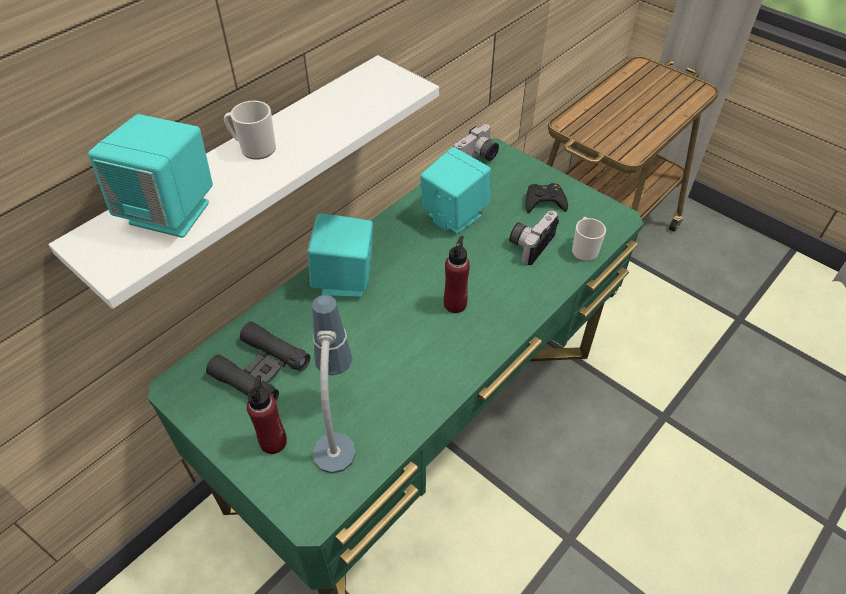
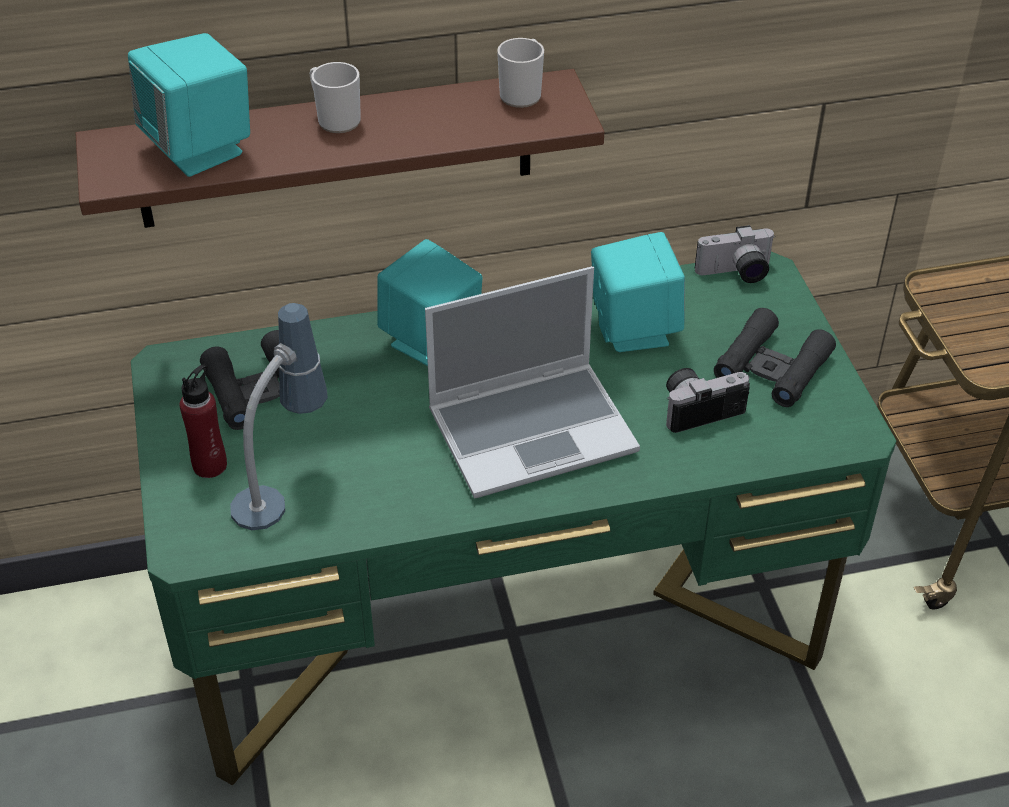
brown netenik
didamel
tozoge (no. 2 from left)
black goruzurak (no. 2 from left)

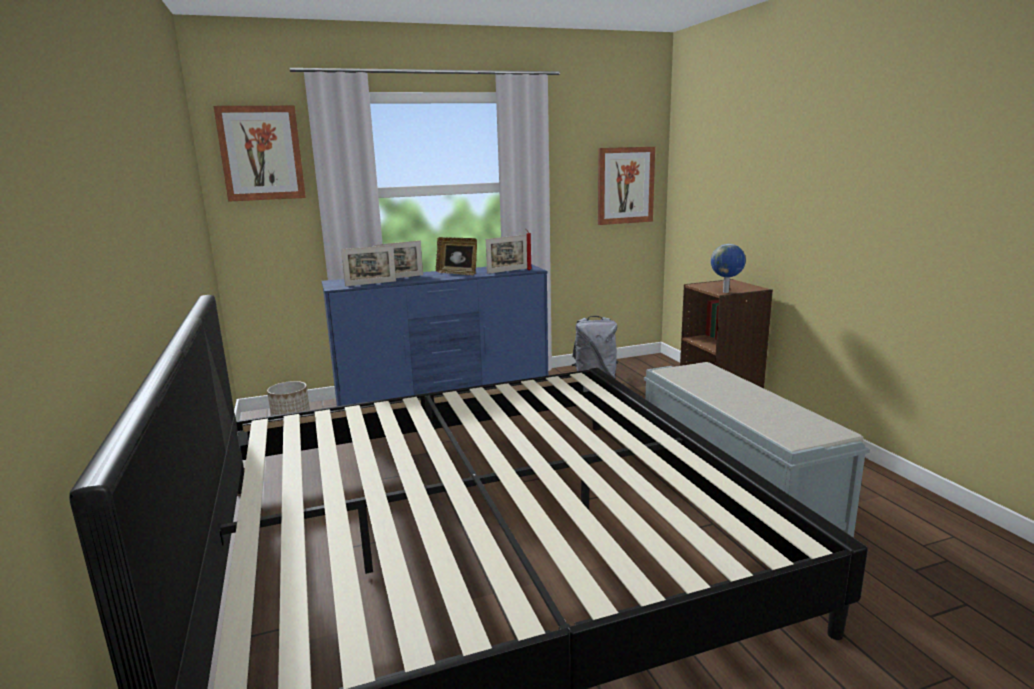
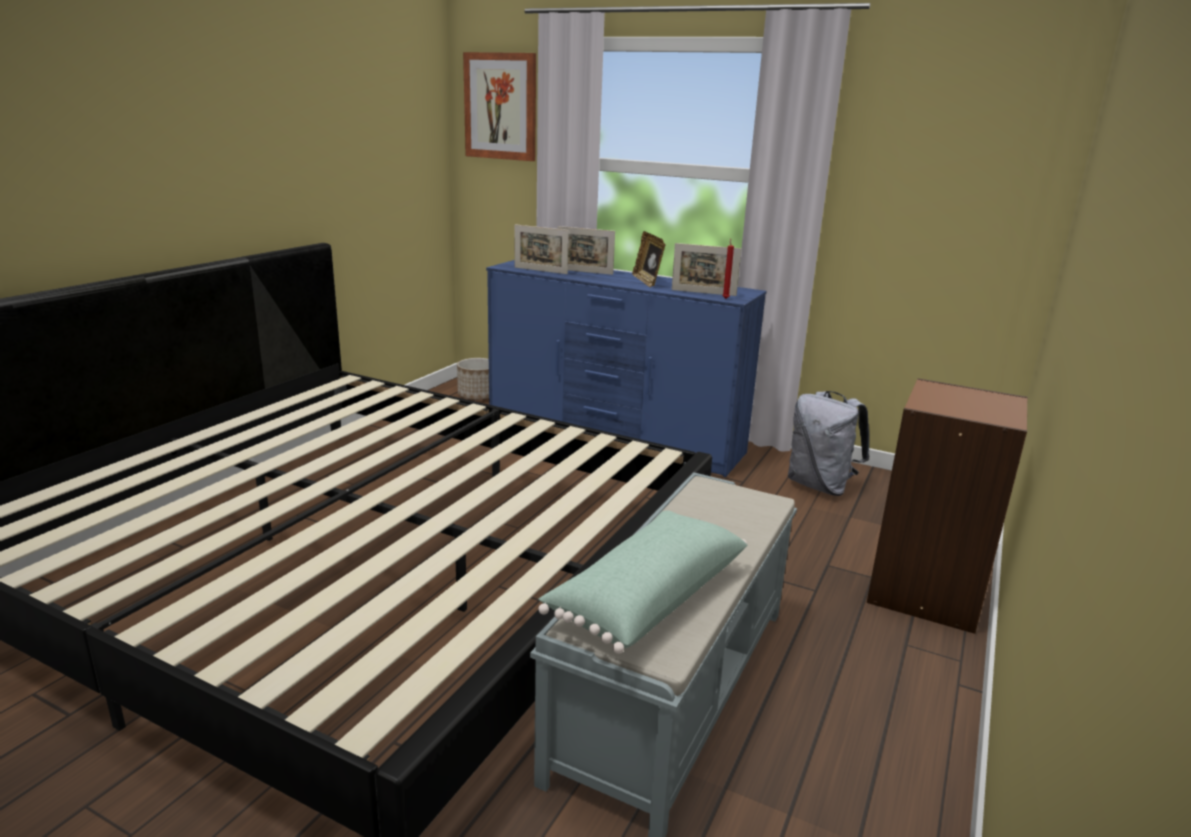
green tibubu
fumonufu (no. 2 from left in the first image)
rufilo

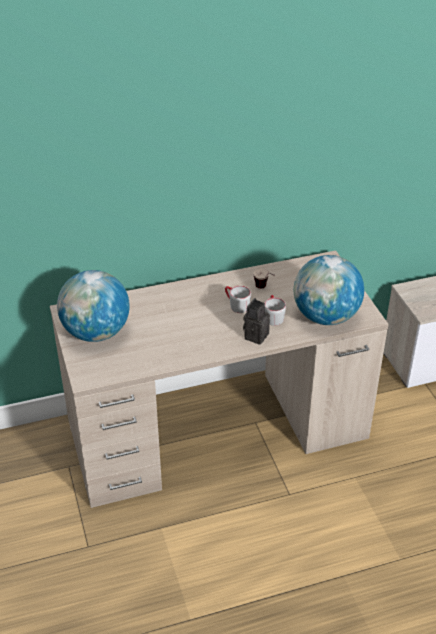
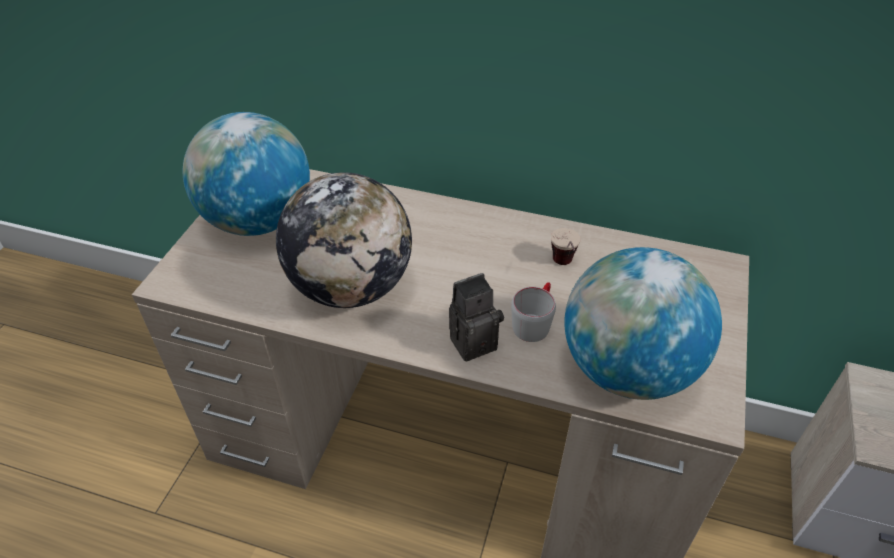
rufilo (no. 2 from left)
grey tozoge (no. 1 from left in the first image)

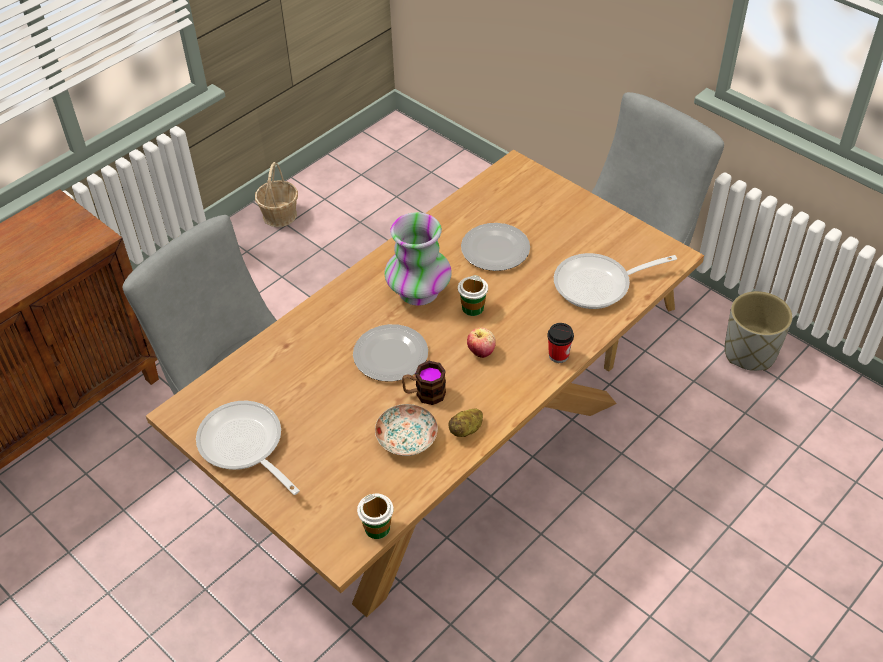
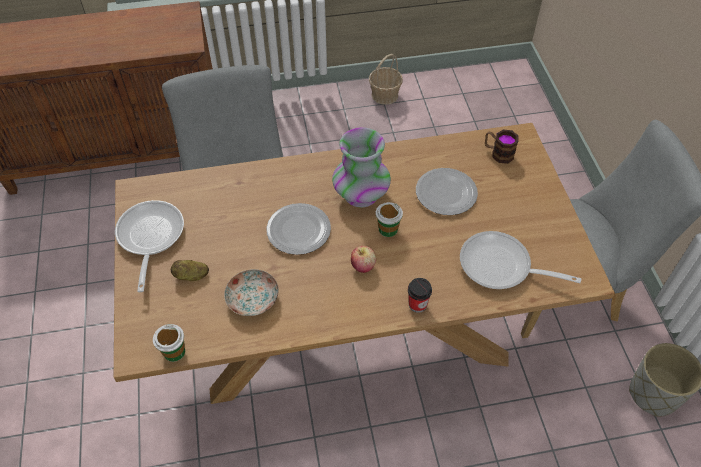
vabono
tozoge

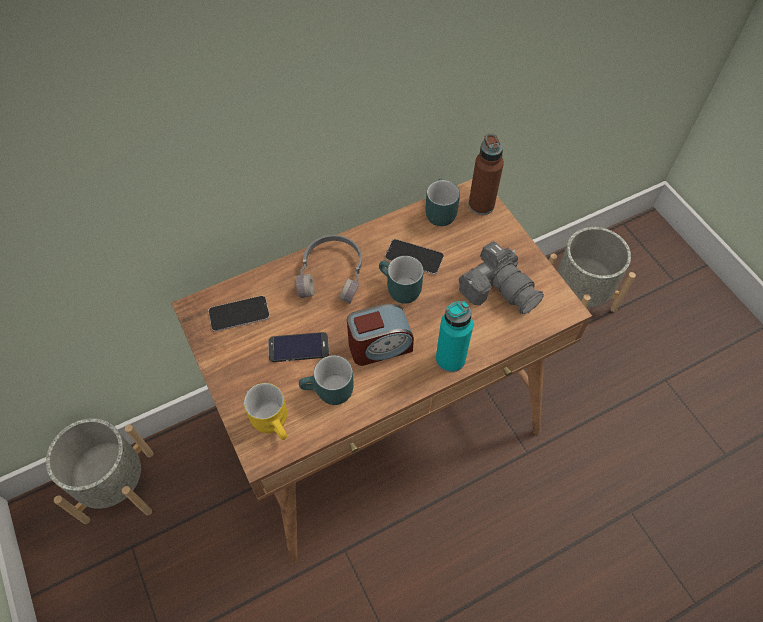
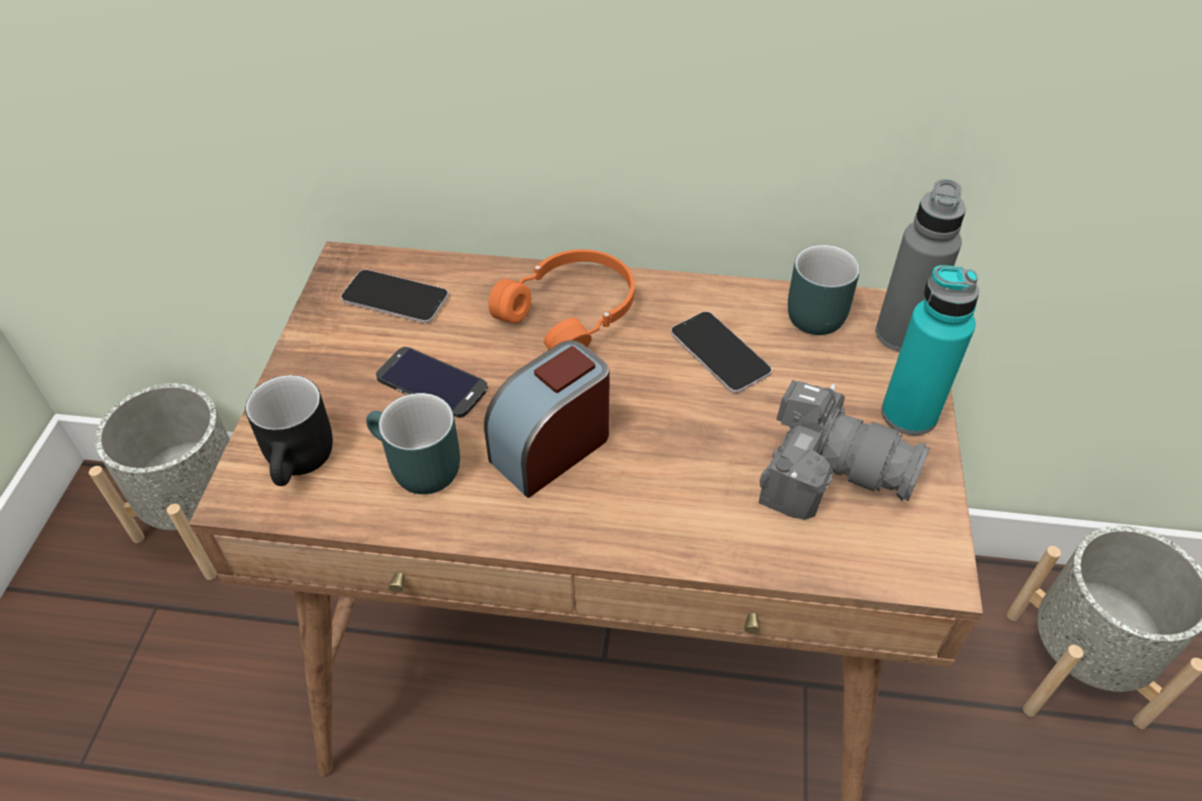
black tozoge
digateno
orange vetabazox
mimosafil
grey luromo
turquoise luromo
turquoise tozoge (no. 2 from left in the first image)

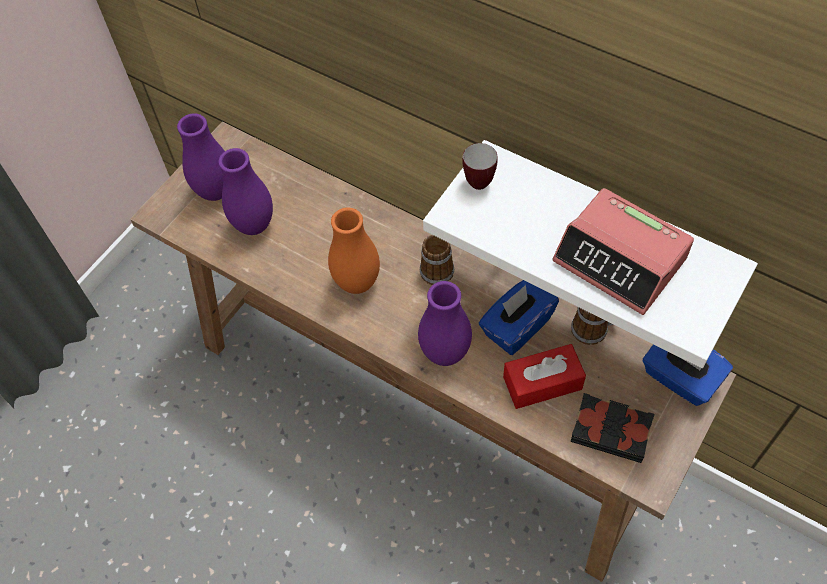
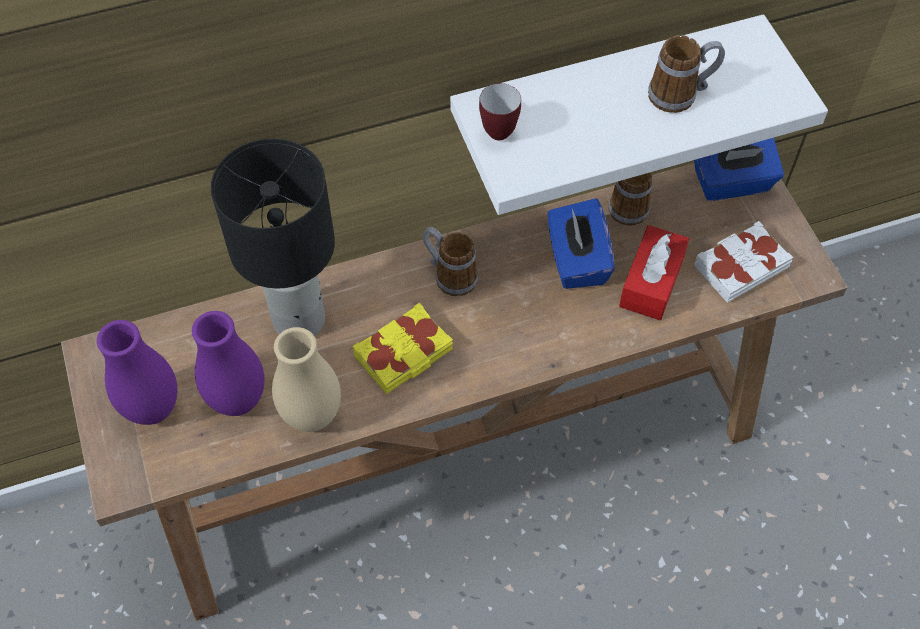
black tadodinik
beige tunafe
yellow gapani
tozoge (no. 4 from left)
white gapani
purple tunafe (no. 3 from left in the first image)

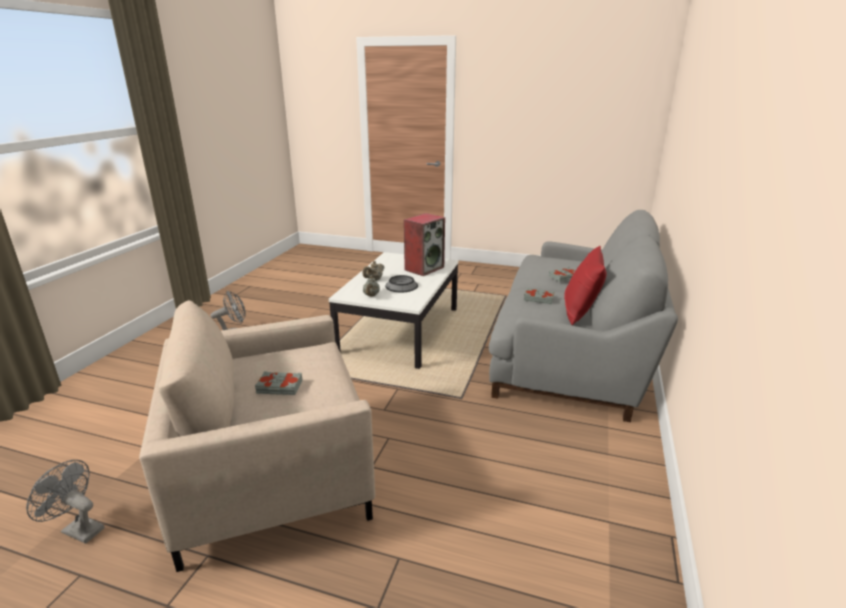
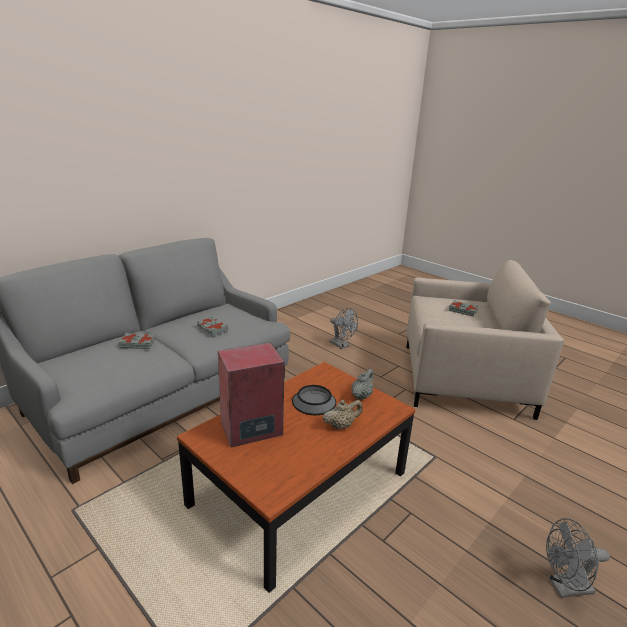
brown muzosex
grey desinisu (no. 1 from left)
red tibubu

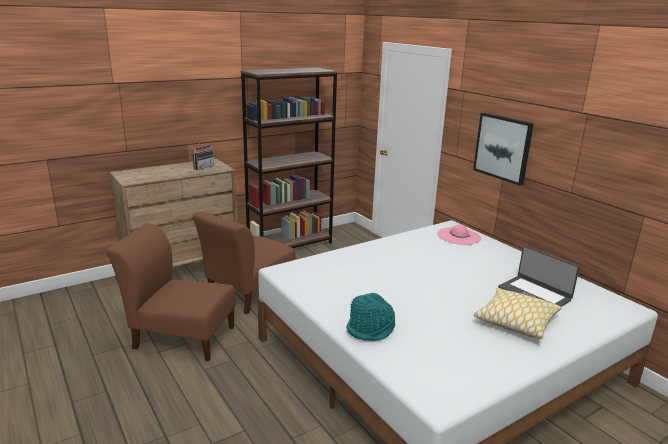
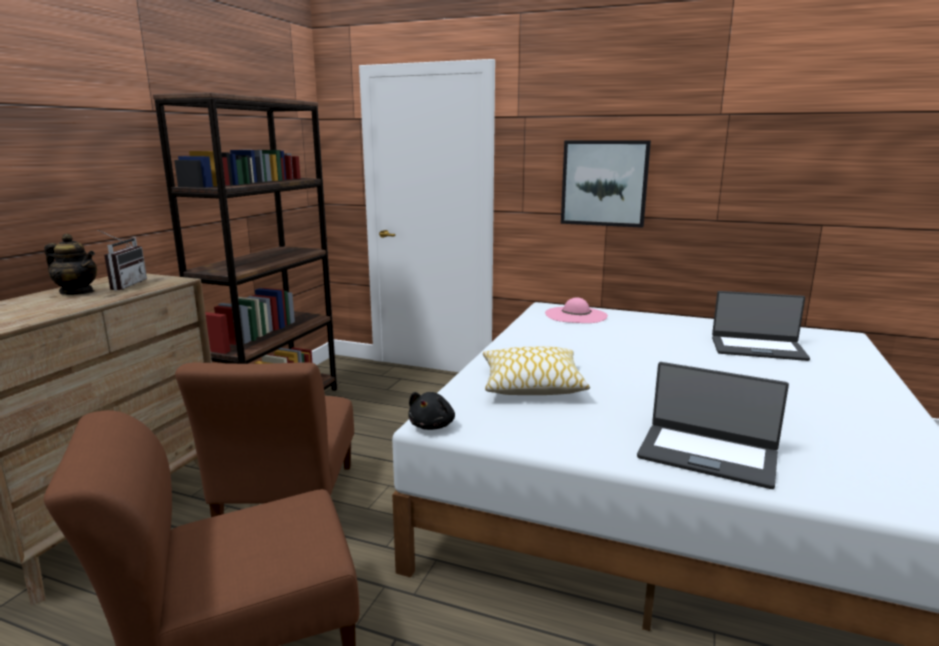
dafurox
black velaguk
tibubu
didamel (no. 1 from left)

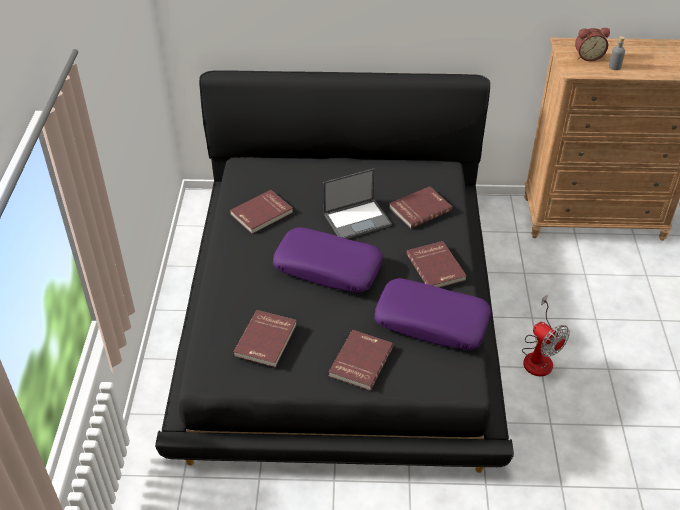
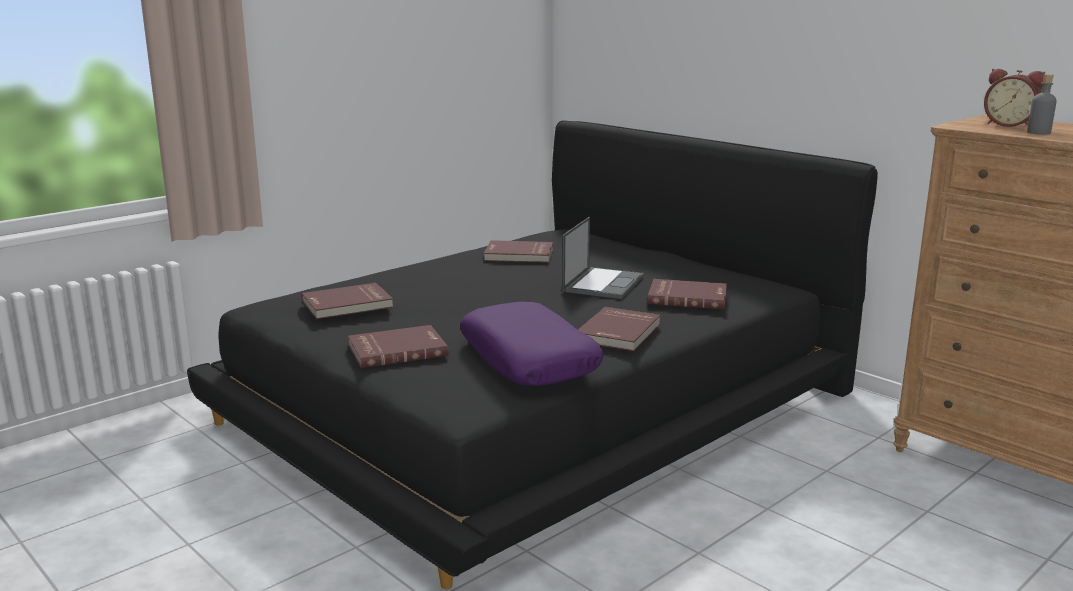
didamel
purple tibubu (no. 1 from left in the first image)
desinisu

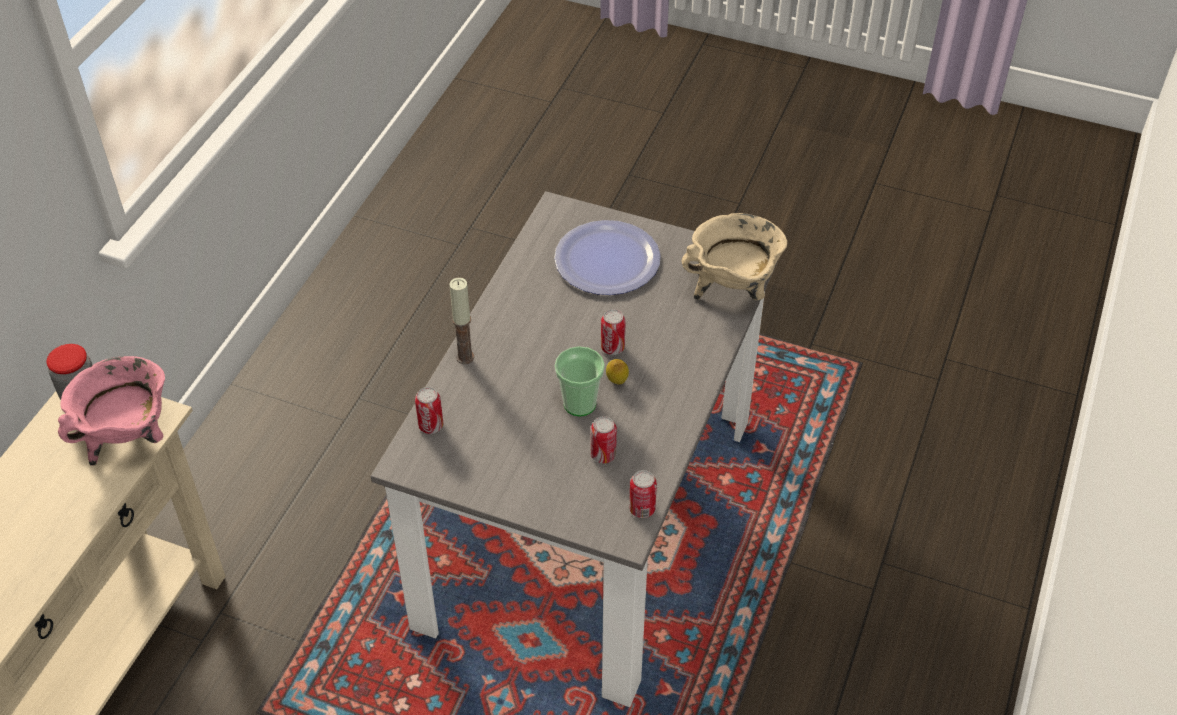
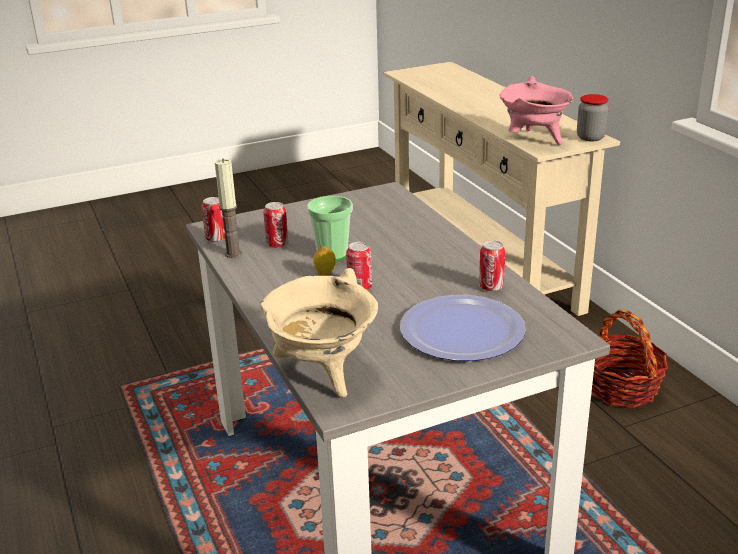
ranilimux
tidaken (no. 4 from left)
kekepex

